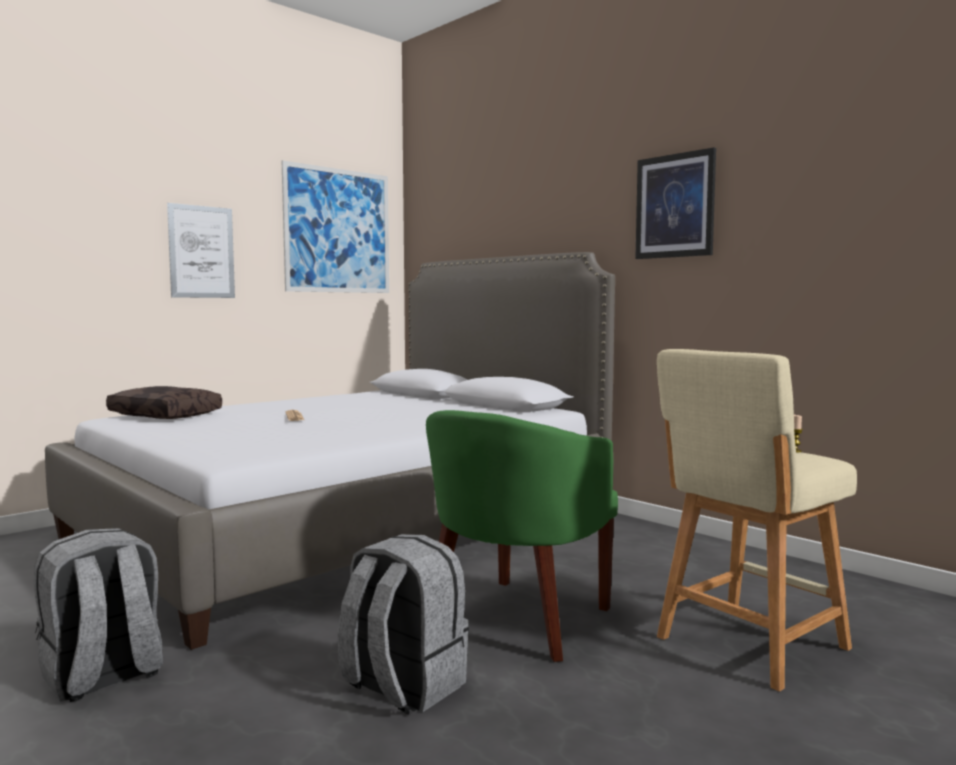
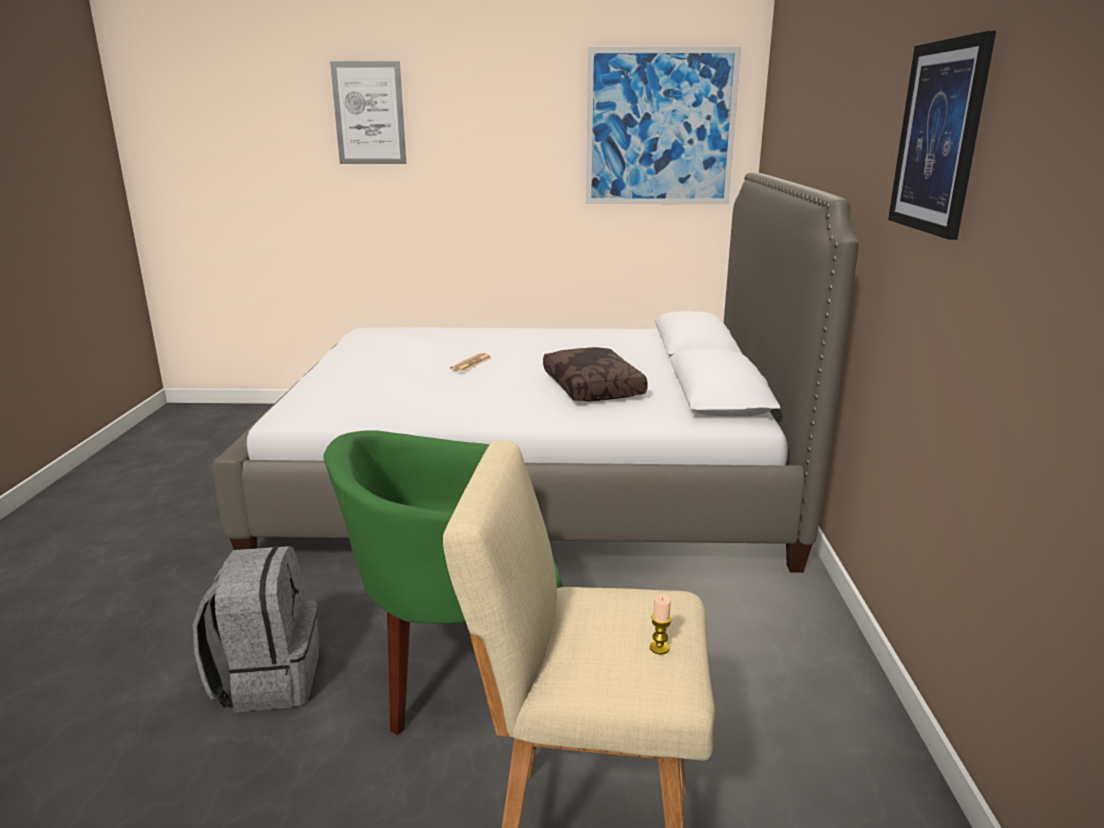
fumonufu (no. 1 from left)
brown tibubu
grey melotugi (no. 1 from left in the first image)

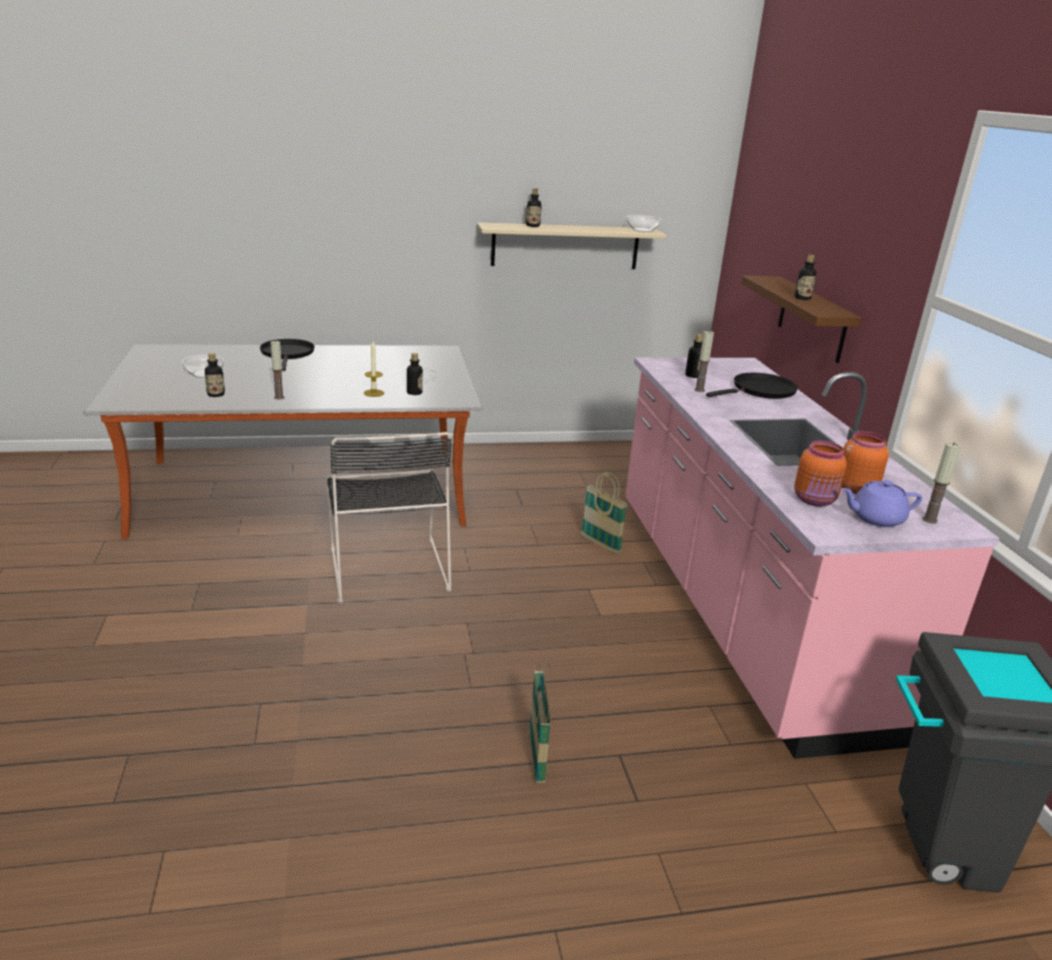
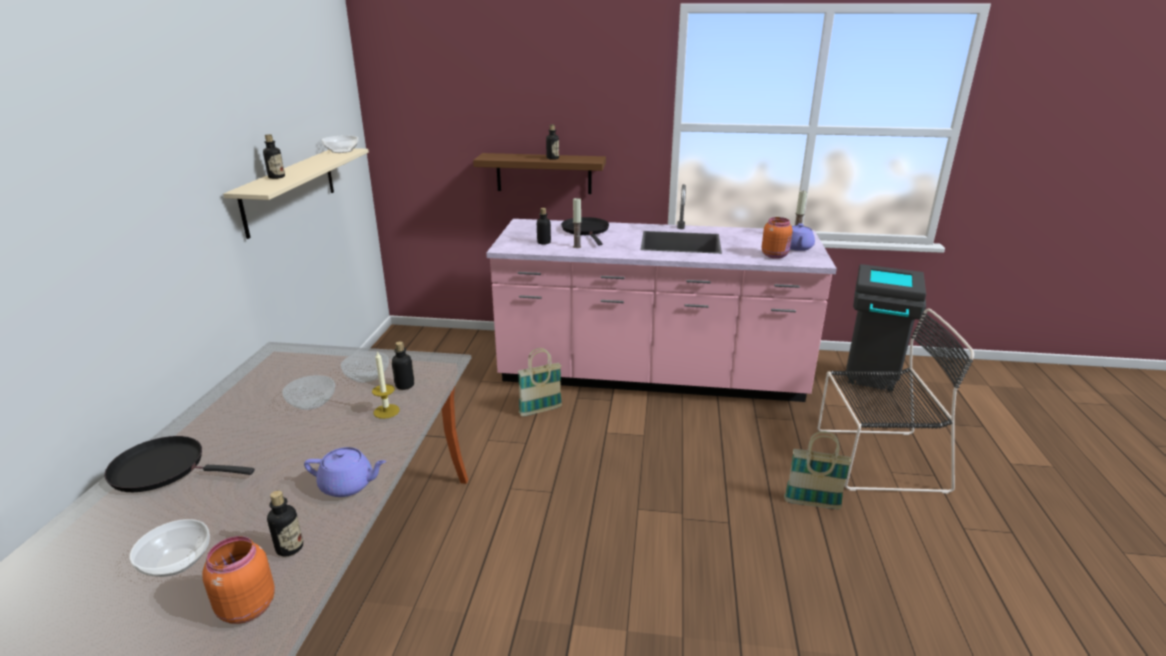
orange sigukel (no. 1 from left)
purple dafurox (no. 1 from left)
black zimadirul

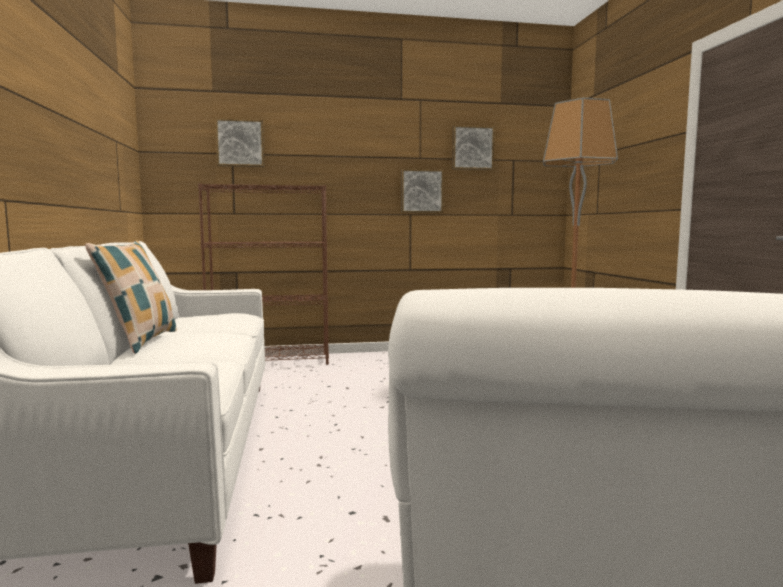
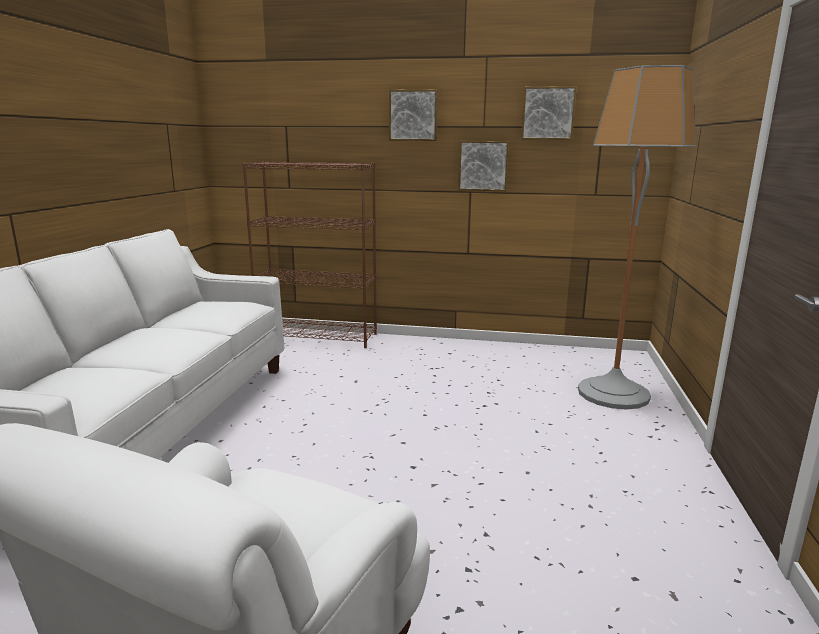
fumonufu (no. 1 from left)
tibubu

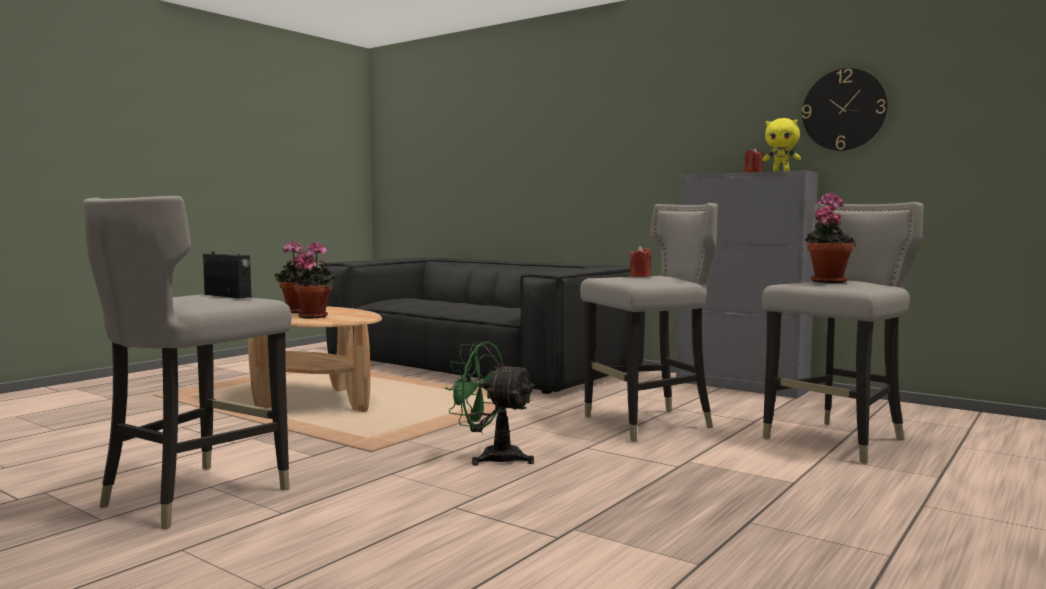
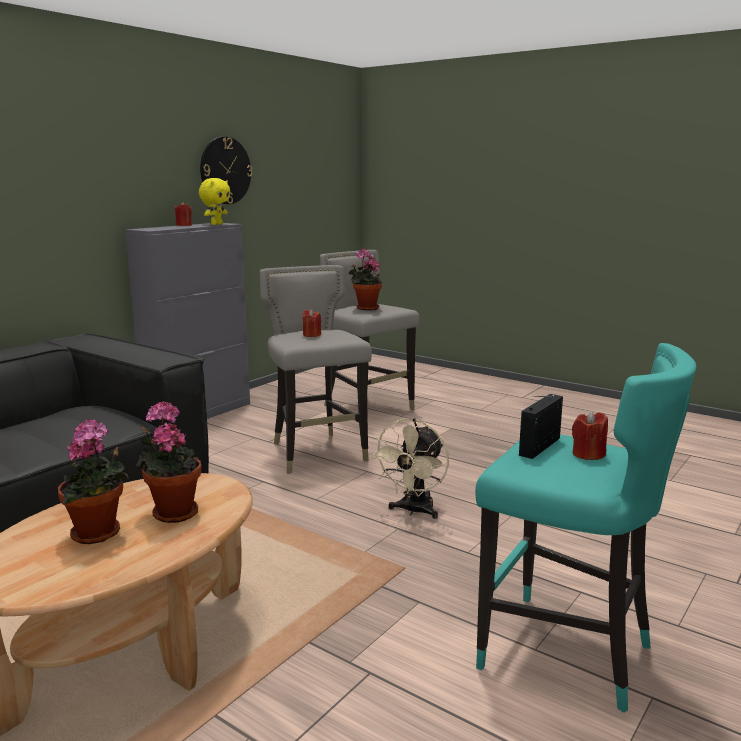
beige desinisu
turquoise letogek
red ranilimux (no. 3 from left)

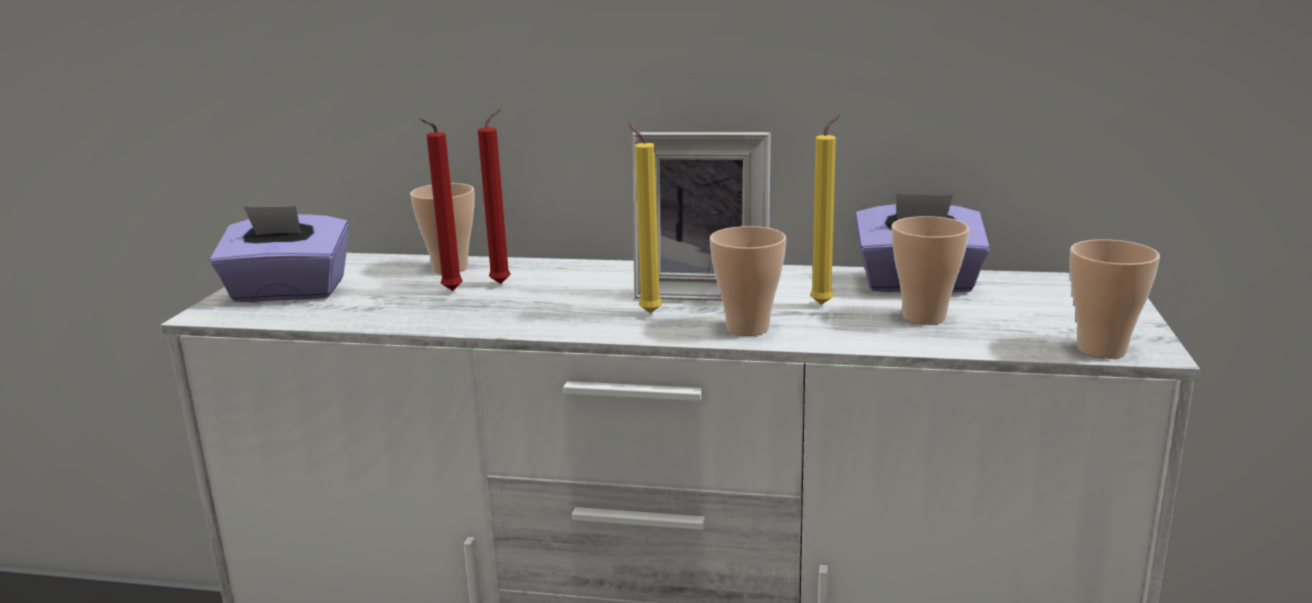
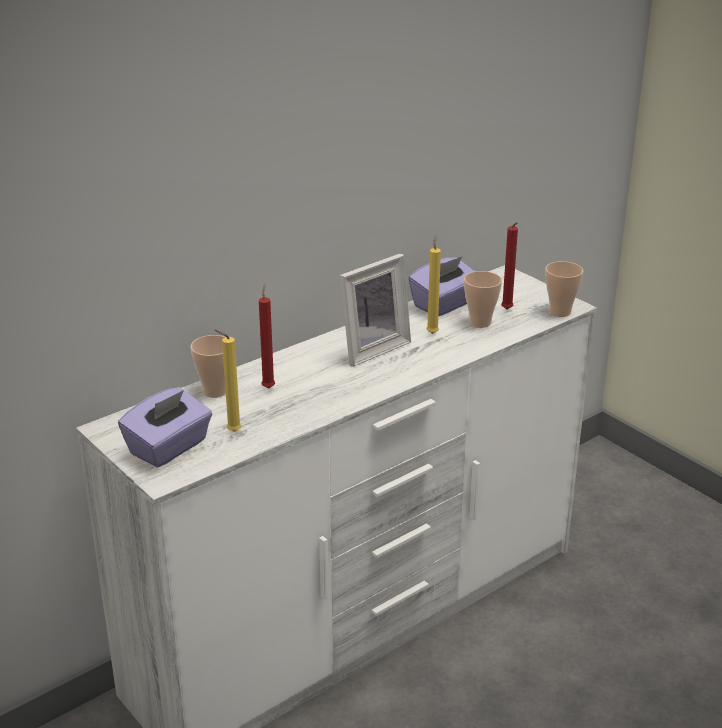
yellow ranilimux (no. 1 from left)
red ranilimux (no. 2 from left)
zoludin (no. 2 from left in the first image)

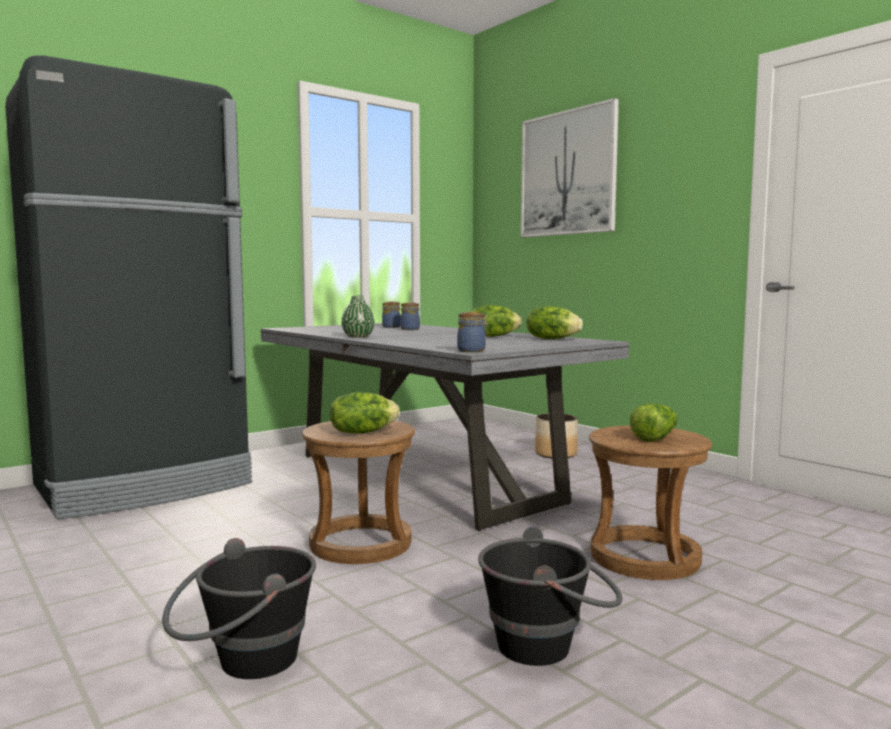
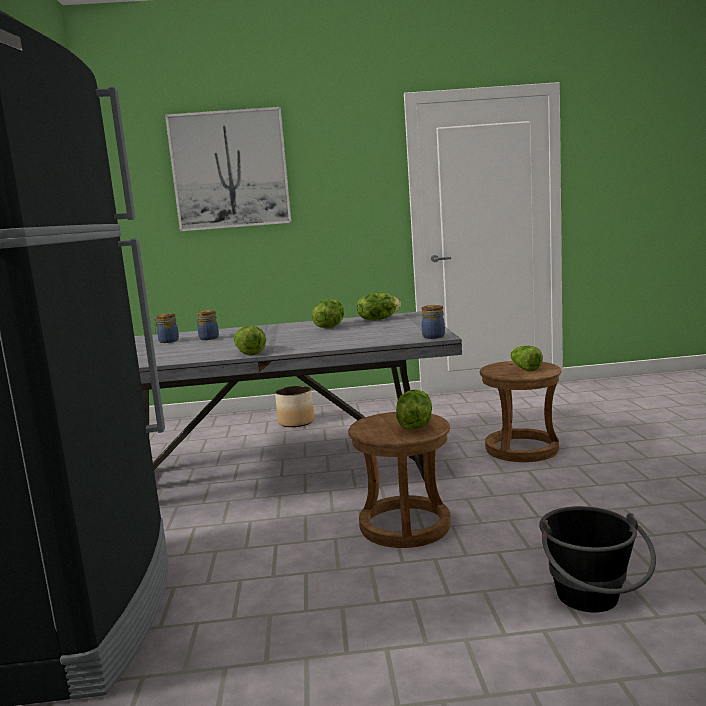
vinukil (no. 1 from left)
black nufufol (no. 2 from left in the first image)

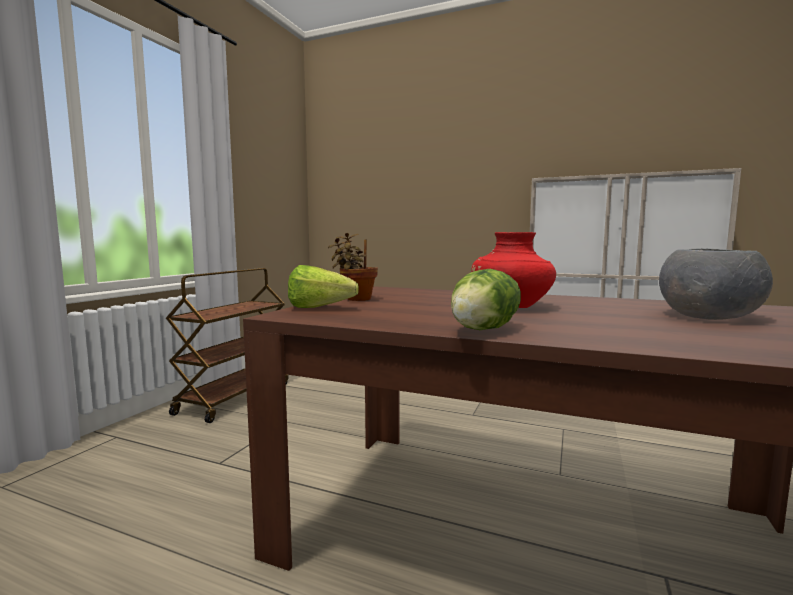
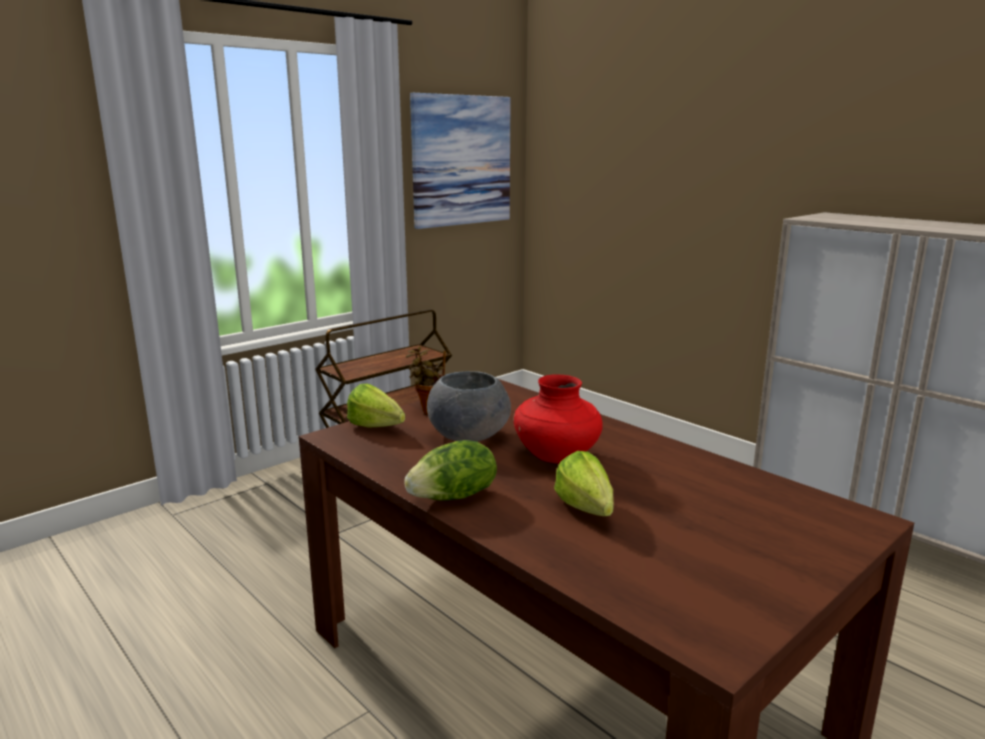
fumonufu
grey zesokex
vinukil (no. 3 from left)

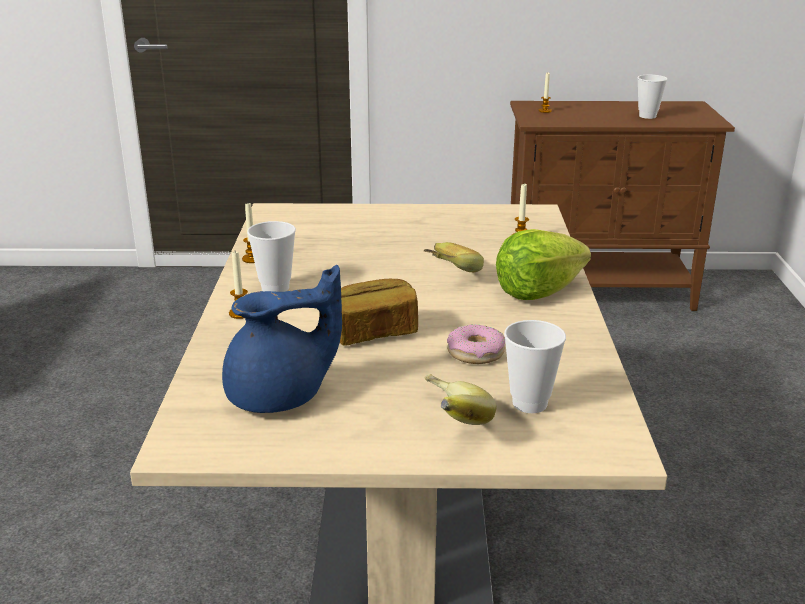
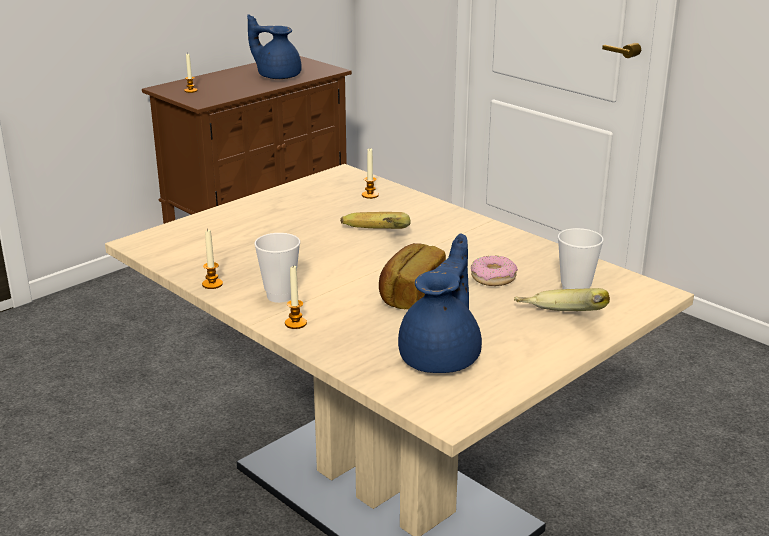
blue dafurox (no. 1 from left)
vinukil

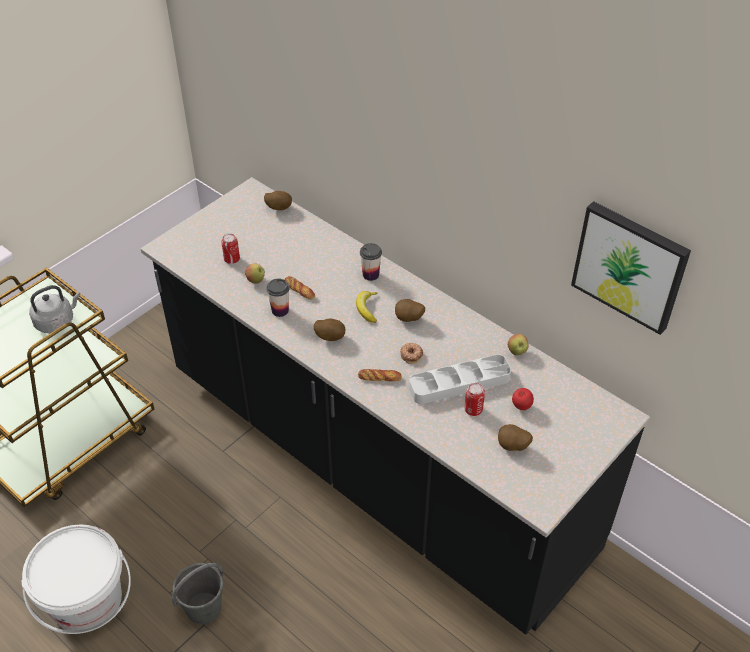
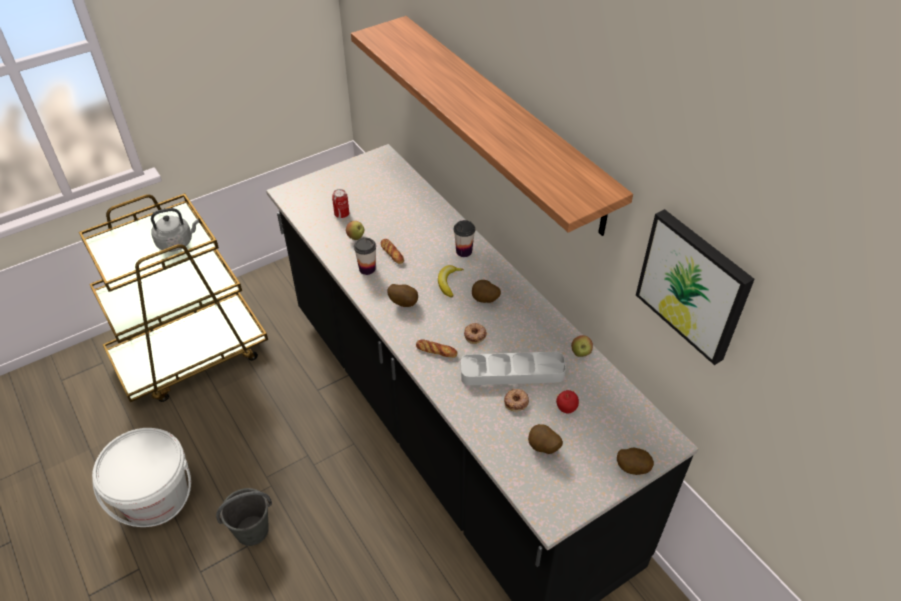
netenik
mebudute (no. 2 from left)
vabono (no. 4 from left)

